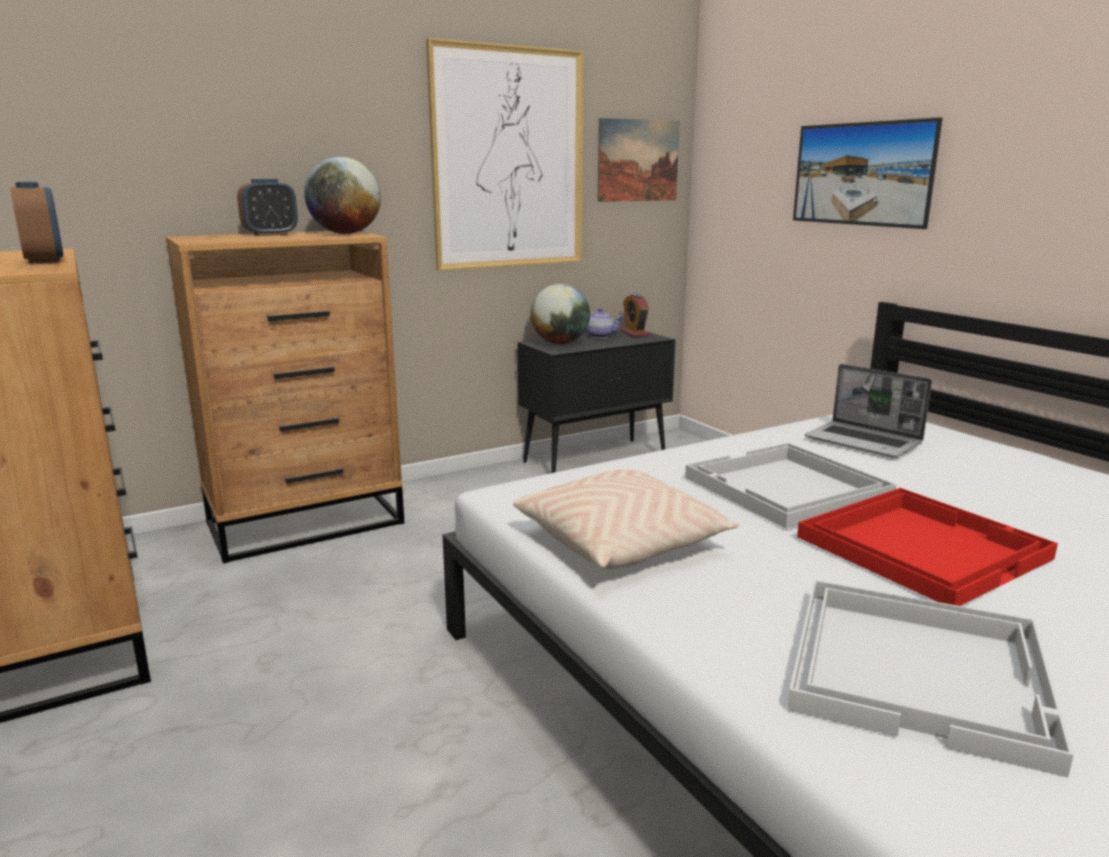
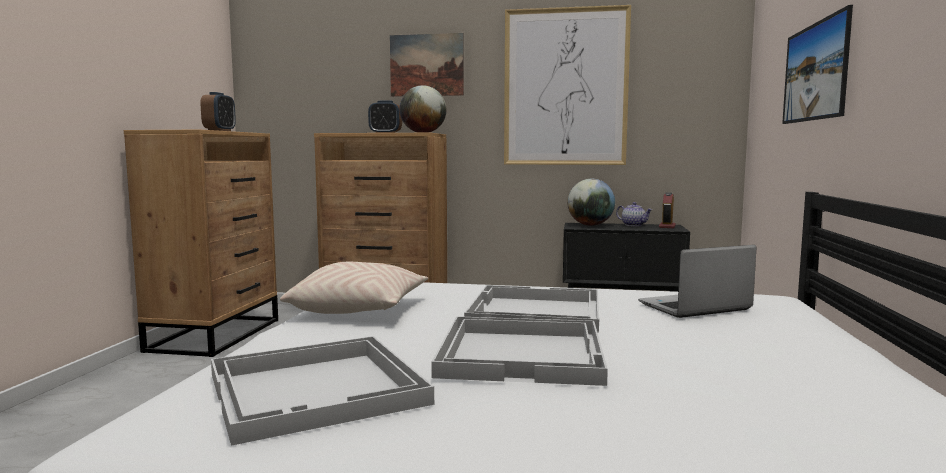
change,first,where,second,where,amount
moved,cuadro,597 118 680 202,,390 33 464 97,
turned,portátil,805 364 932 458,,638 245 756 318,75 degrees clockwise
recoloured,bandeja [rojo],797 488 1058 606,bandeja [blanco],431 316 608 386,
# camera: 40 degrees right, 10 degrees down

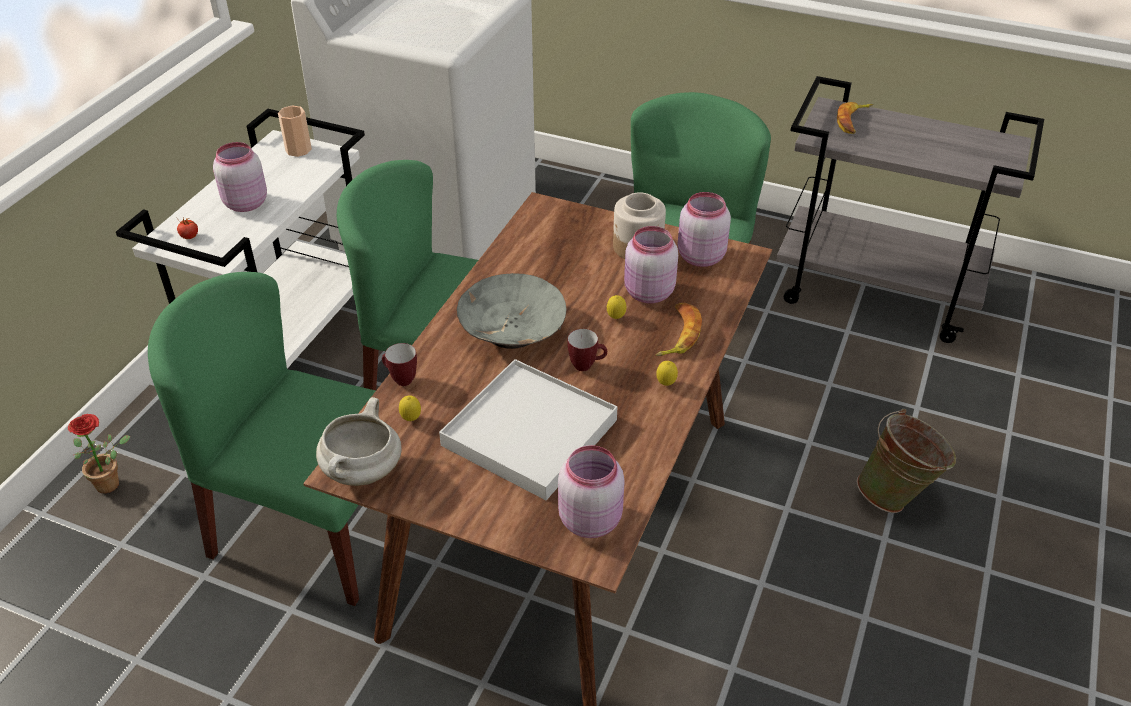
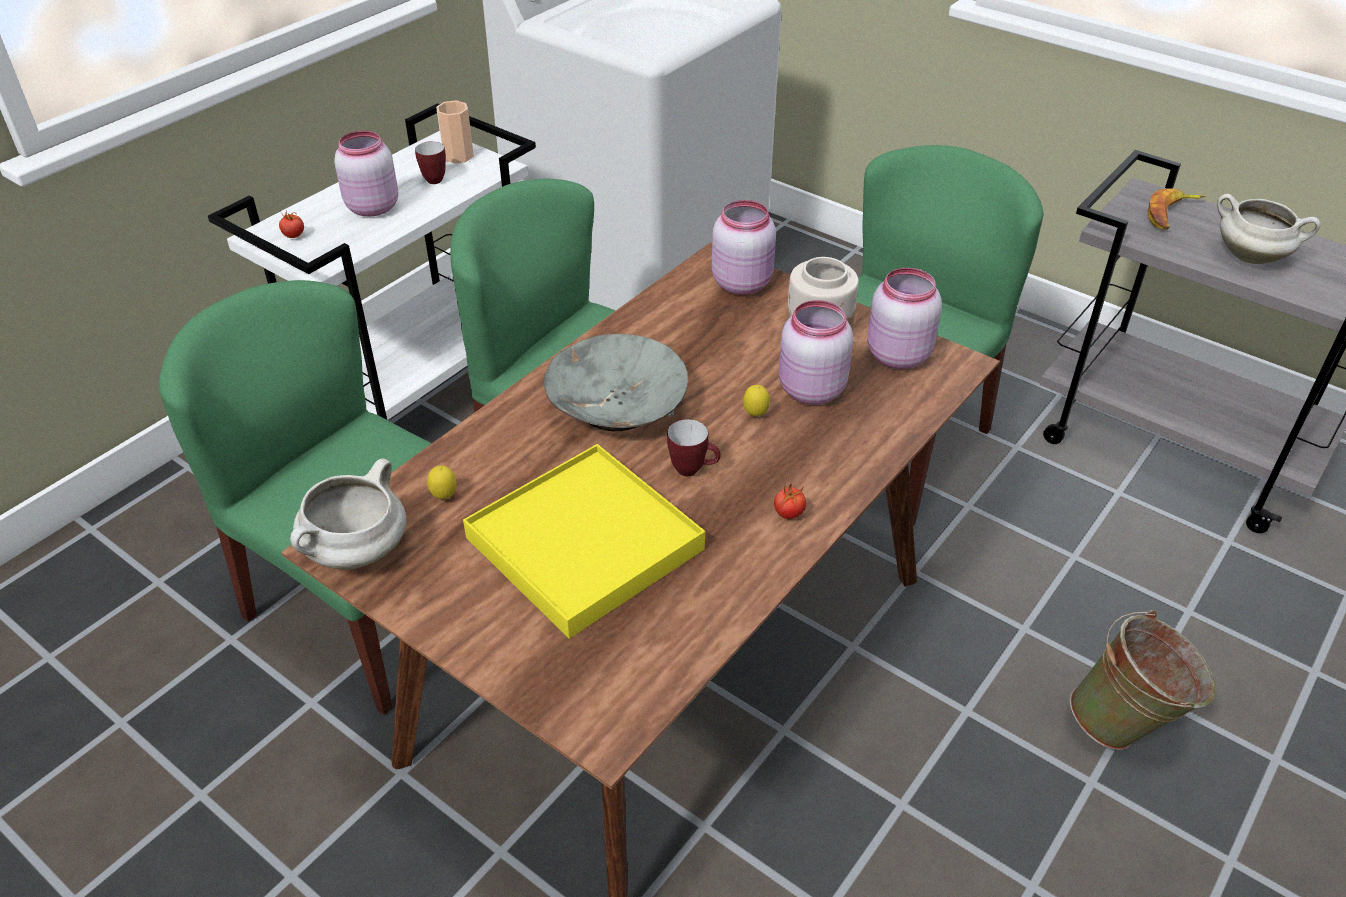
change,first,where,second,where,amount
removed,plátano,656 303 702 356,,,
moved,taza grande,382 343 417 386,,415 141 446 184,
recoloured,bandeja [blanco],439 359 617 500,bandeja [amarillo],463 444 705 639,
replaced,limón,656 361 678 386,tomate,774 482 806 519,
removed,planta en maceta,68 414 131 494,,,
moved,tarro [rosa],558 445 625 538,,712 200 776 295,
added,,,olla [blanco],1217 194 1320 264,
# camera: 15 degrees right, 0 degrees up

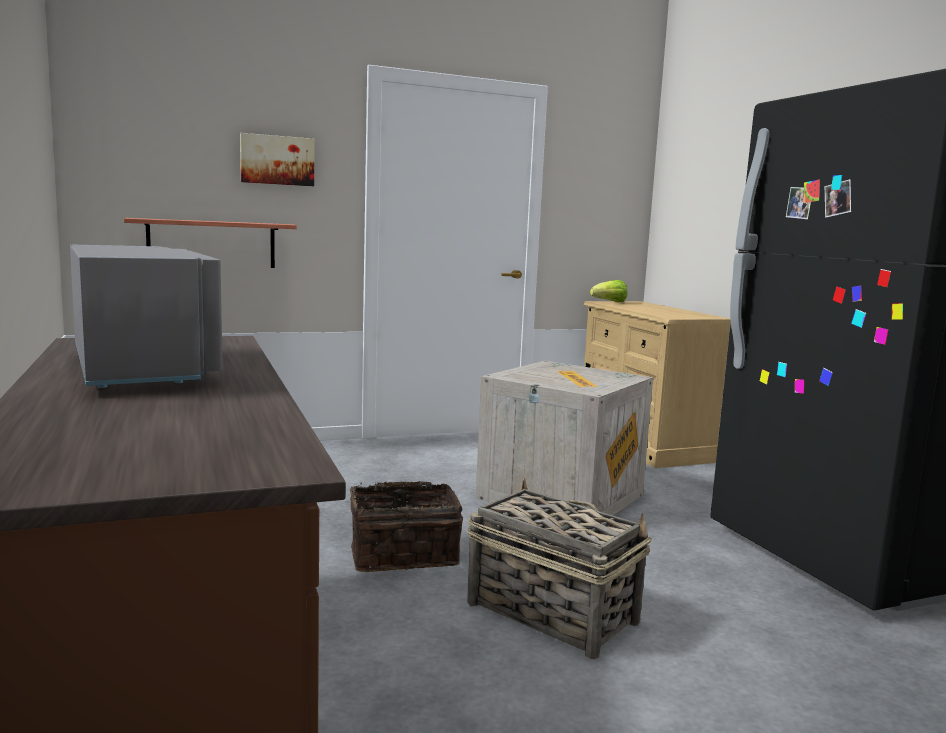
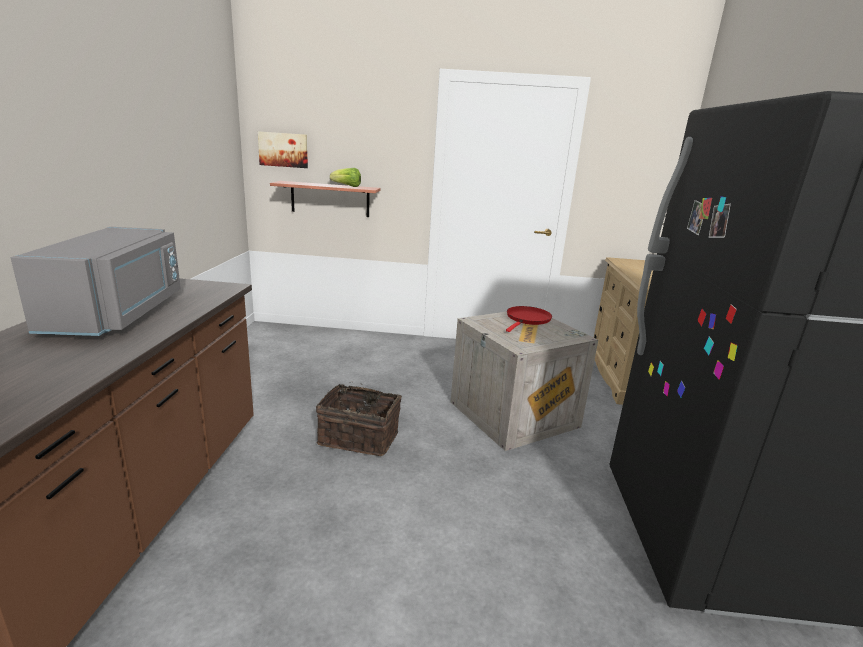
change,first,where,second,where,amount
moved,cuadro,240 133 314 186,,258 131 308 168,
moved,lechuga,590 280 628 302,,330 168 361 187,
removed,cesta,467 478 652 659,,,
added,,,sartén [rojo],506 306 552 332,
# camera: 25 degrees right, 10 degrees up

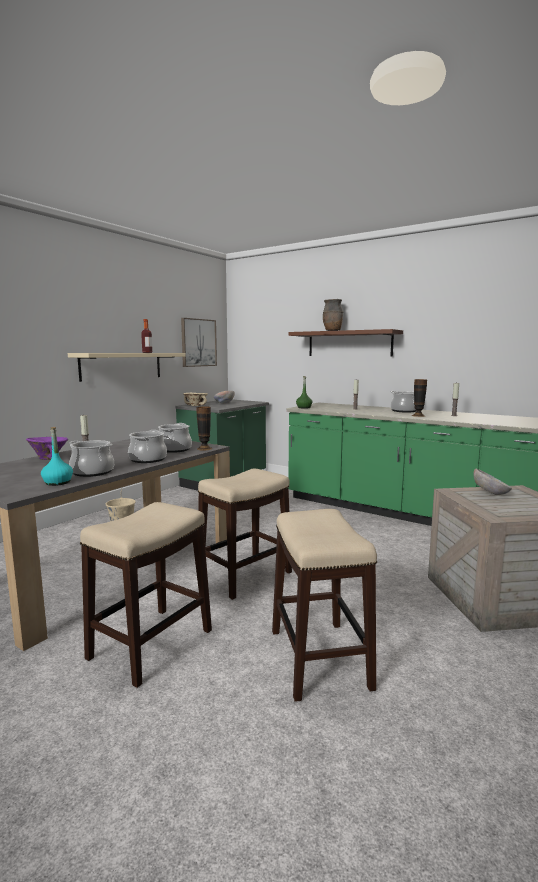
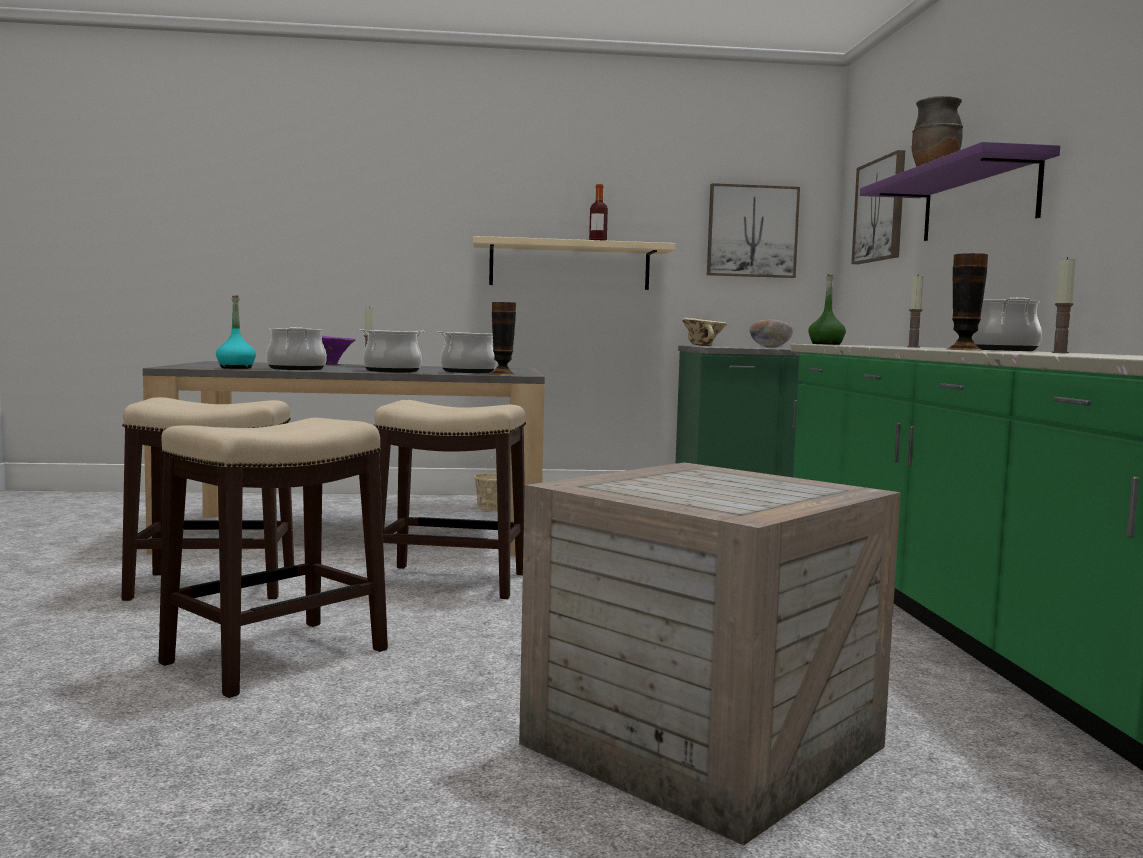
change,first,where,second,where,amount
recoloured,estante [marrón],288 329 403 357,estante [morado],860 142 1060 241,
removed,cuenco,473 469 512 495,,,
added,,,cuadro,851 150 905 264,
# camera: 50 degrees right, 5 degrees down

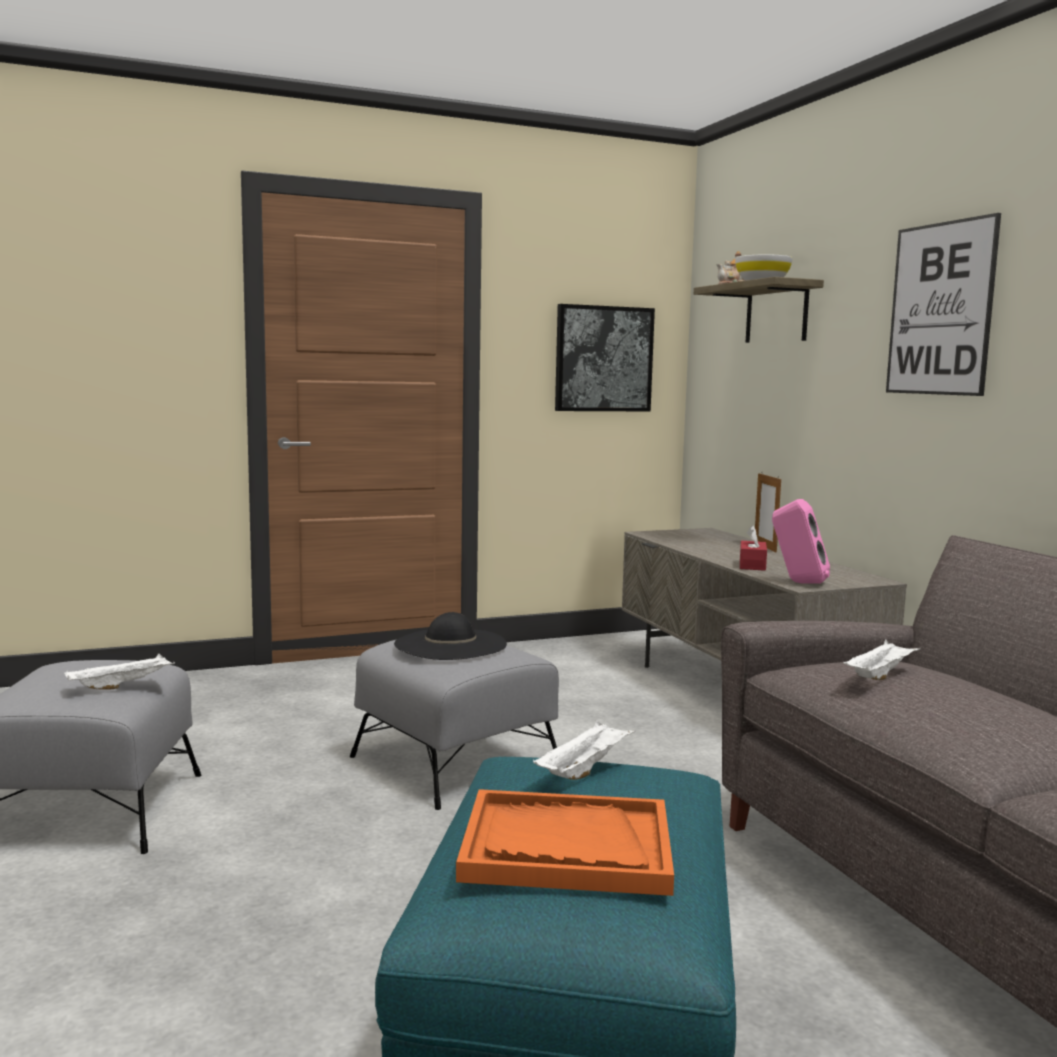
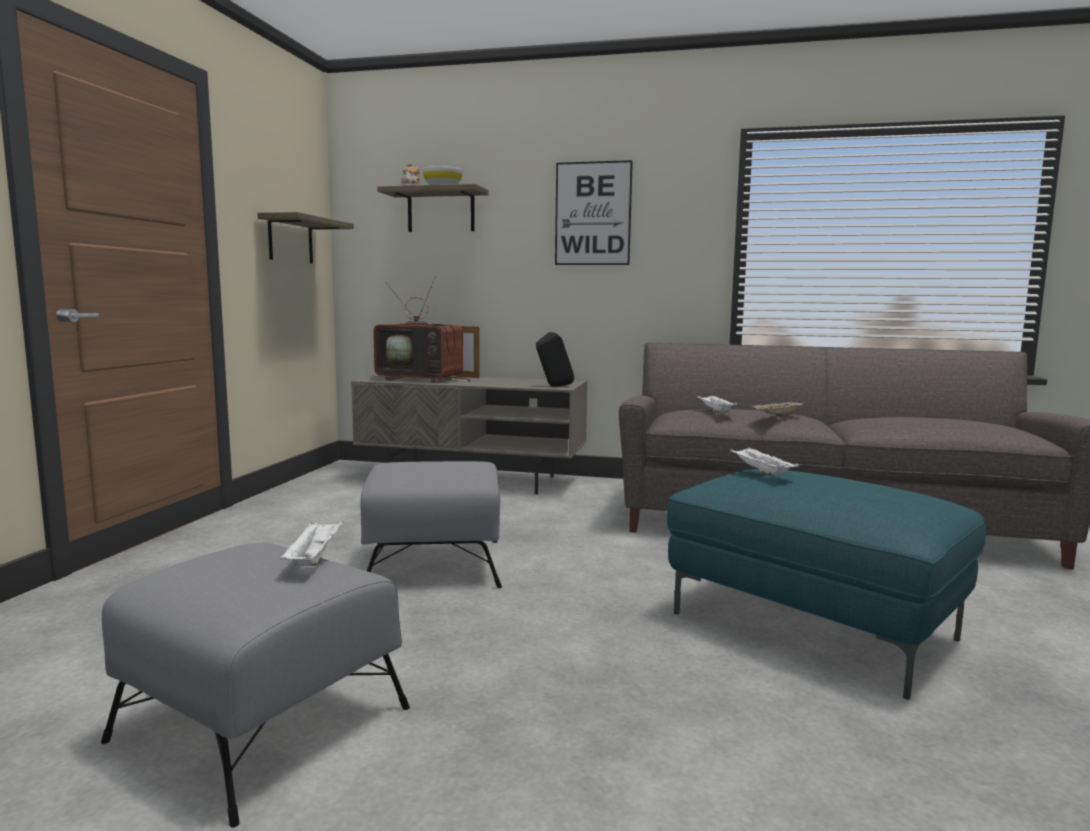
change,first,where,second,where,amount
replaced,cuadro,555 304 655 411,estante,257 212 354 263,
recoloured,altavoz [rosa],772 499 830 584,altavoz [negro],536 332 574 387,
removed,caja de pañuelos [rojo],740 525 767 571,,,
removed,sombrero [negro],394 612 507 660,,,
removed,bandeja [naranja],456 789 674 896,,,
added,,,televisor,373 277 471 383,
added,,,bandeja [beis],752 400 803 417,
# camera: 55 degrees left, 0 degrees up

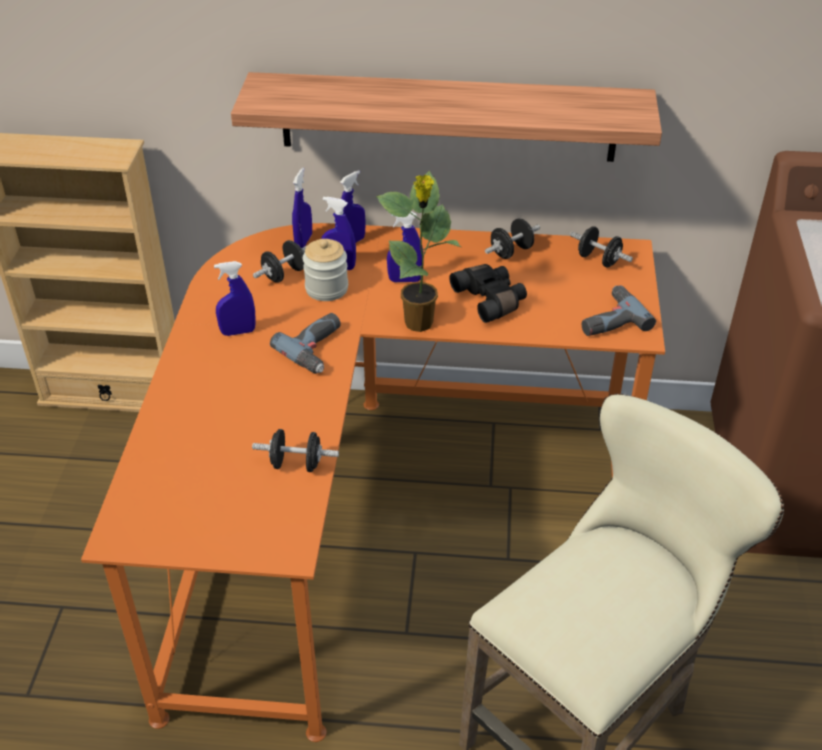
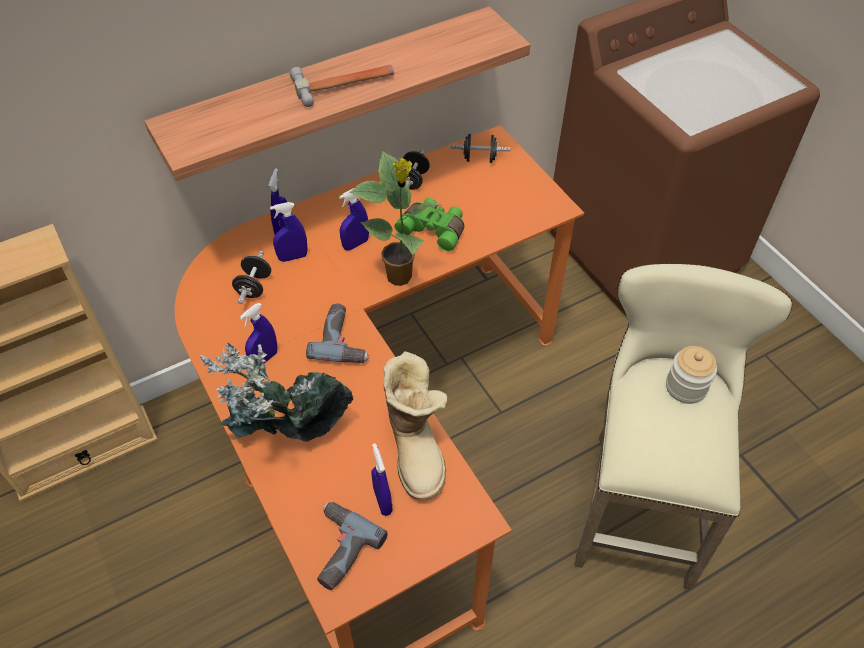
change,first,where,second,where,amount
moved,pulverizador [azul],292 167 312 248,,371 443 393 516,
moved,tarro,303 239 348 301,,666 346 717 404,
recoloured,prismáticos [negro],449 264 527 323,prismáticos [verde],394 198 464 252,
moved,taladro,582 285 656 336,,317 502 388 590,
replaced,mancuerna [negro],252 429 339 472,bota,383 351 447 500,
added,,,martillo,290 65 394 107,
added,,,planta en maceta,199 343 353 442,
# camera: 35 degrees left, 10 degrees up

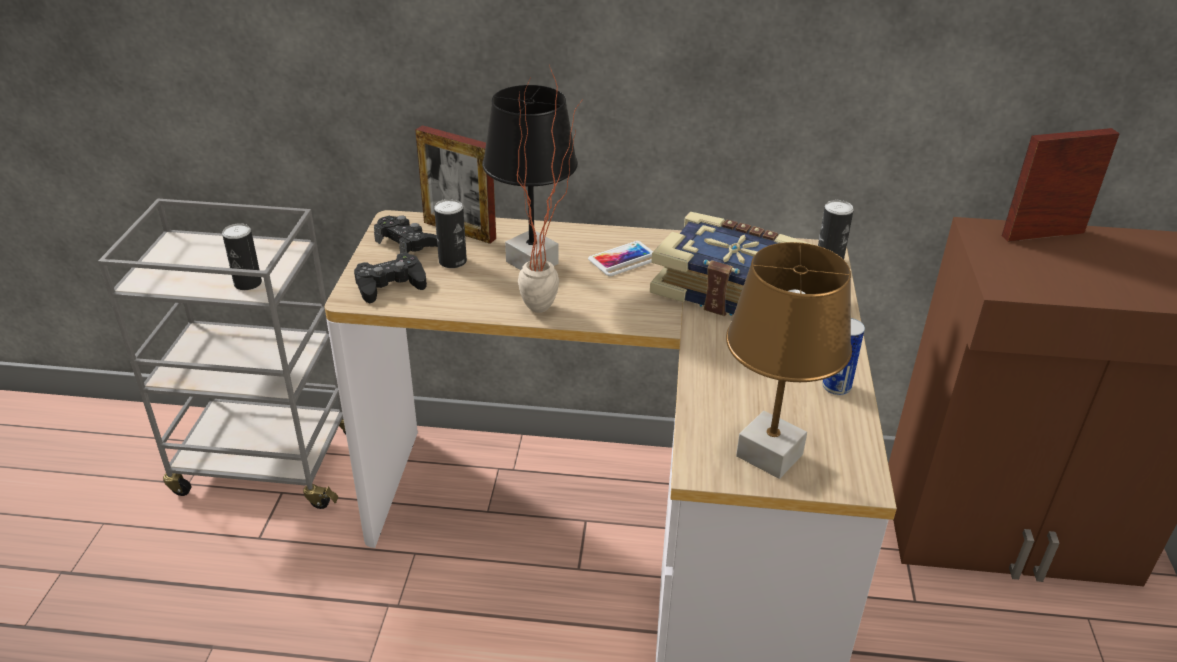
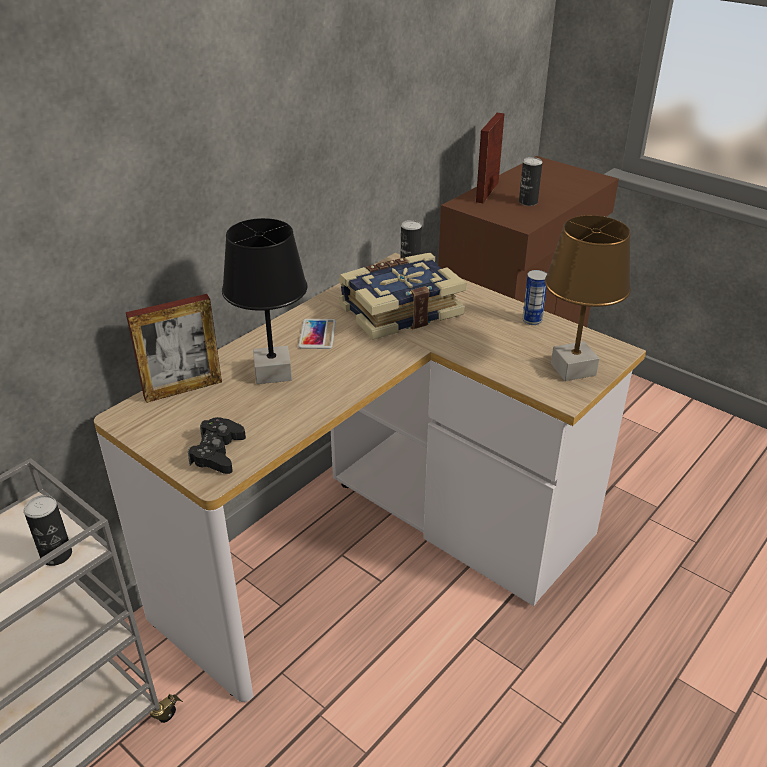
change,first,where,second,where,amount
removed,planta en maceta,517 65 584 313,,,
moved,lata,434 199 467 268,,519 157 542 206,
removed,mando de consola [negro],374 216 438 254,,,
# camera: 55 degrees left, 0 degrees up

